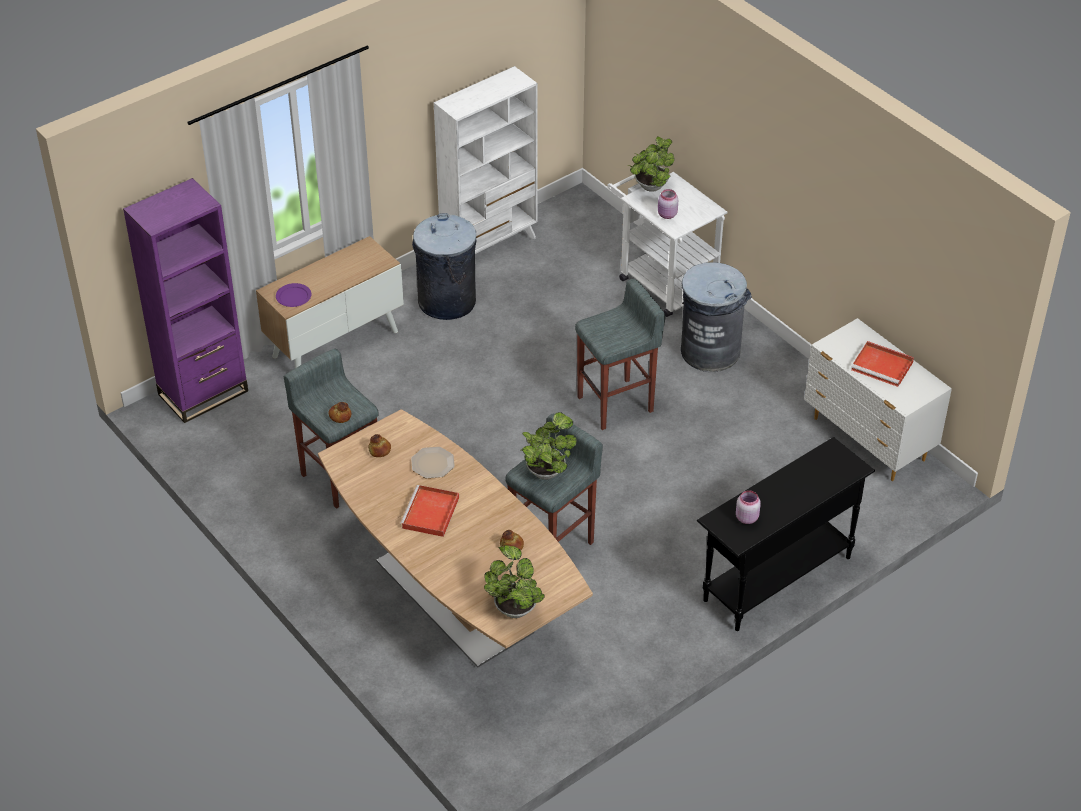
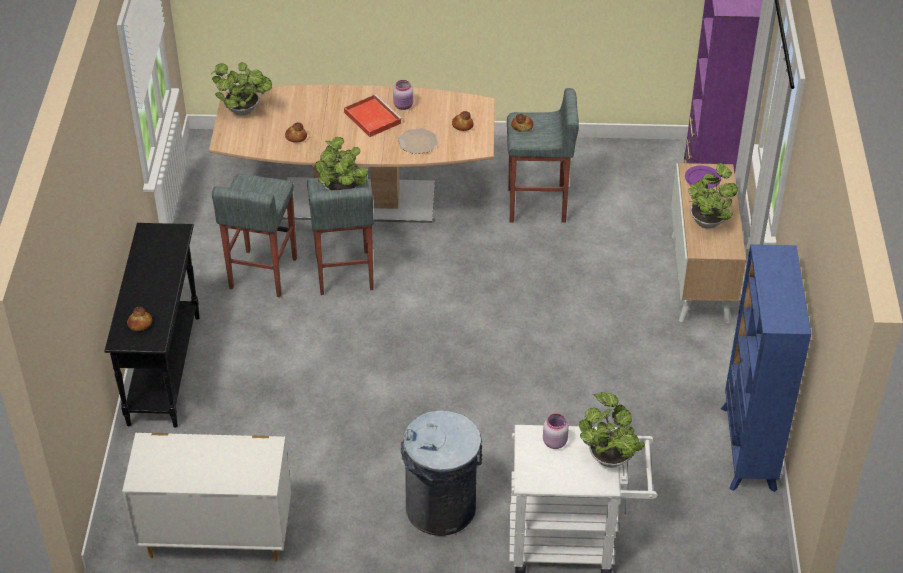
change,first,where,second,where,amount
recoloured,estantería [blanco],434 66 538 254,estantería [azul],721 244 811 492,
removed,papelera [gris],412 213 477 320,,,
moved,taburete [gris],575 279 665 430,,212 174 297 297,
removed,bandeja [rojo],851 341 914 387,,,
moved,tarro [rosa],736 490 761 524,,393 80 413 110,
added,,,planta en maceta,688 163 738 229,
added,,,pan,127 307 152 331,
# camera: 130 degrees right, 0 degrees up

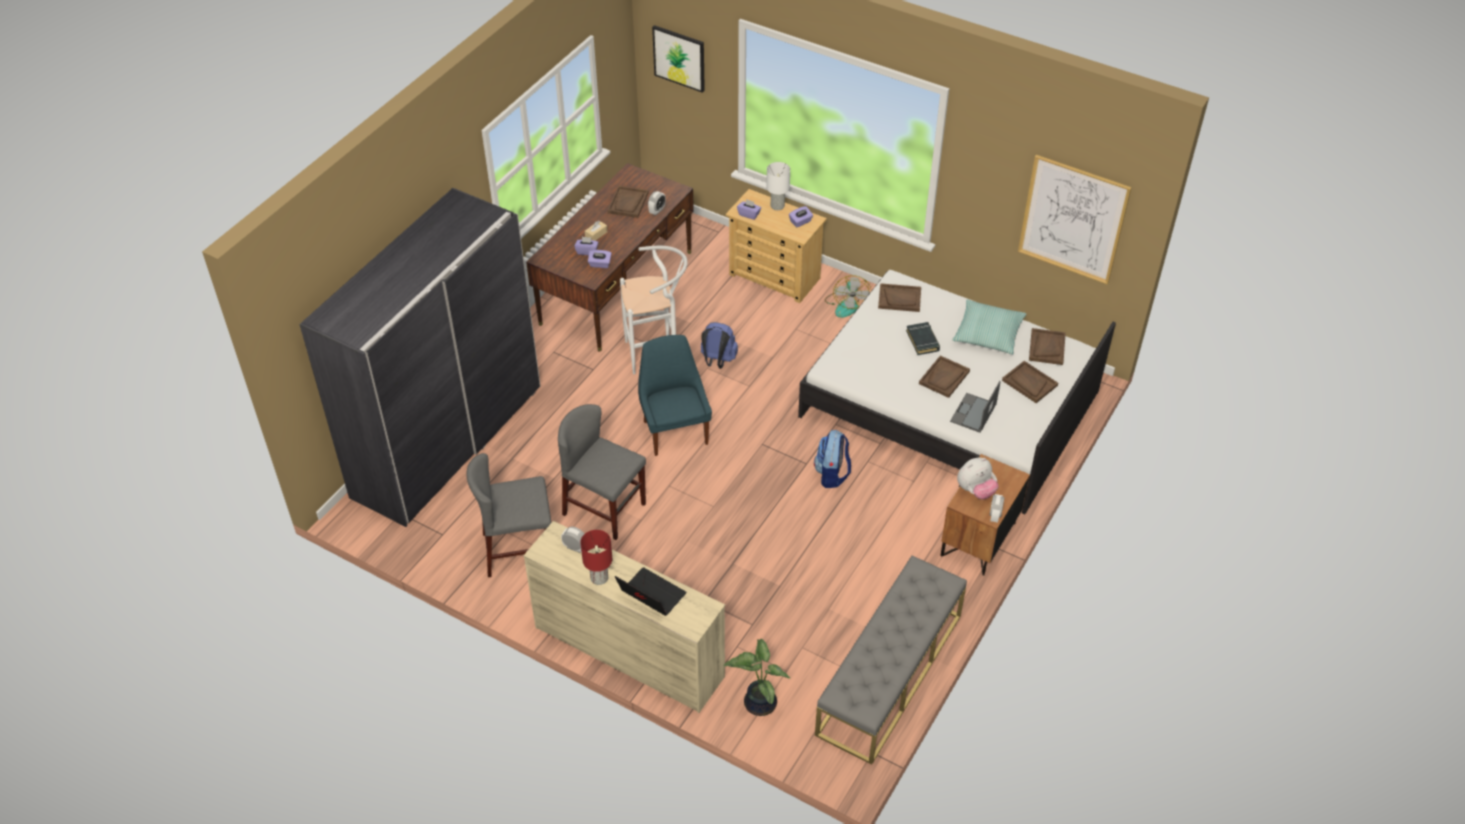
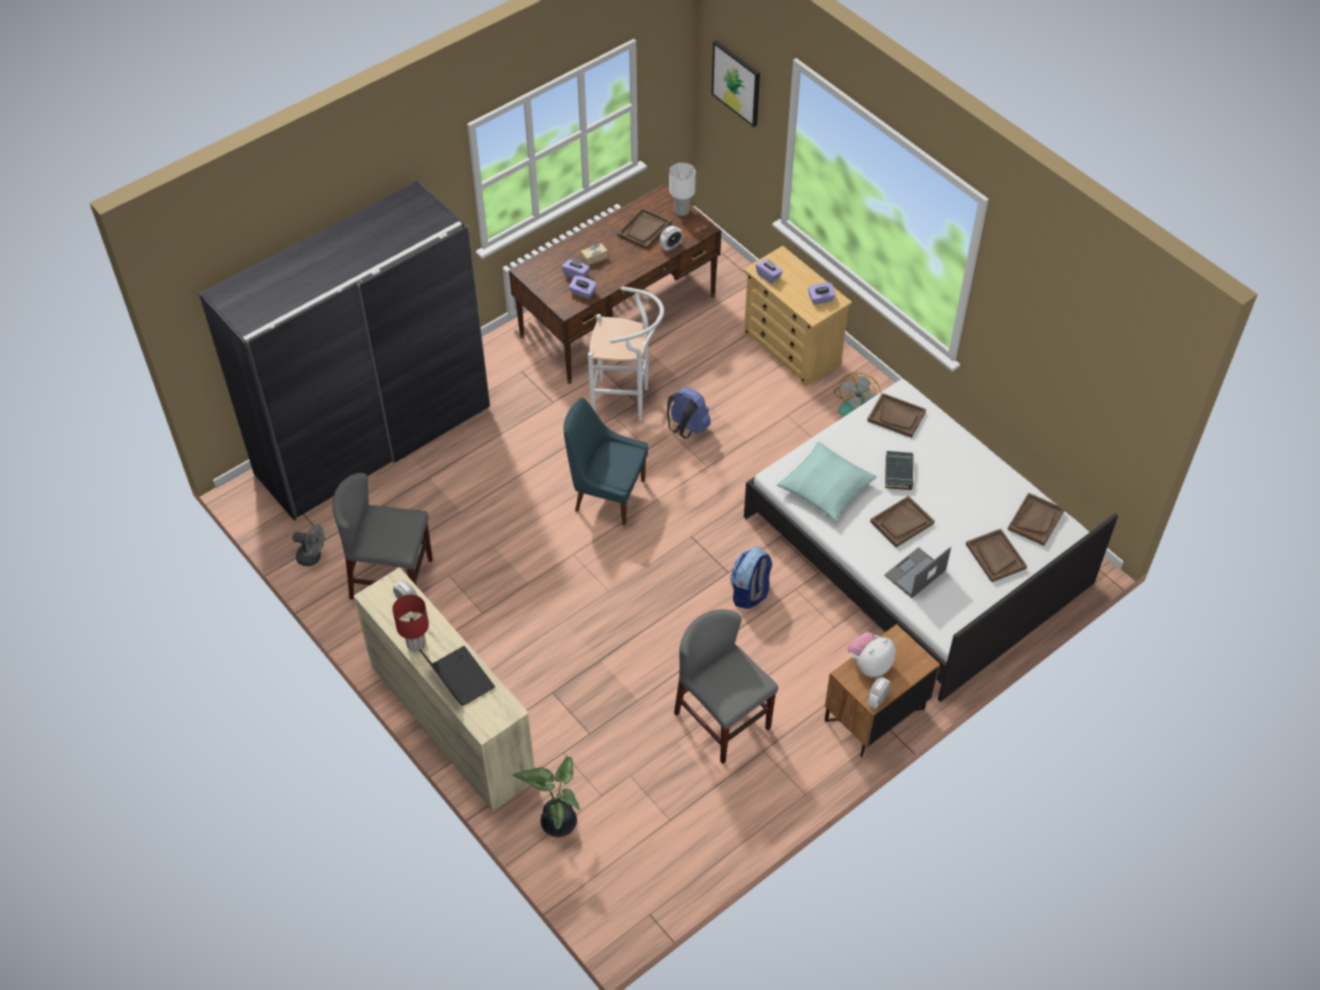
change,first,where,second,where,amount
removed,cuadro,1018 155 1132 284,,,
moved,lámpara de mesa [blanco],766 162 790 210,,669 163 696 216,
moved,cojín,952 299 1026 354,,777 441 877 521,
turned,silla [azul],638 335 712 456,,564 398 648 525,75 degrees counterclockwise
moved,silla [gris],558 404 646 540,,674 609 778 764,
turned,peluche,957 458 999 499,,848 632 896 677,150 degrees clockwise
removed,banco [gris],815 555 967 765,,,
added,,,ventilador [gris],292 524 325 566,
# camera: 20 degrees right, 5 degrees up

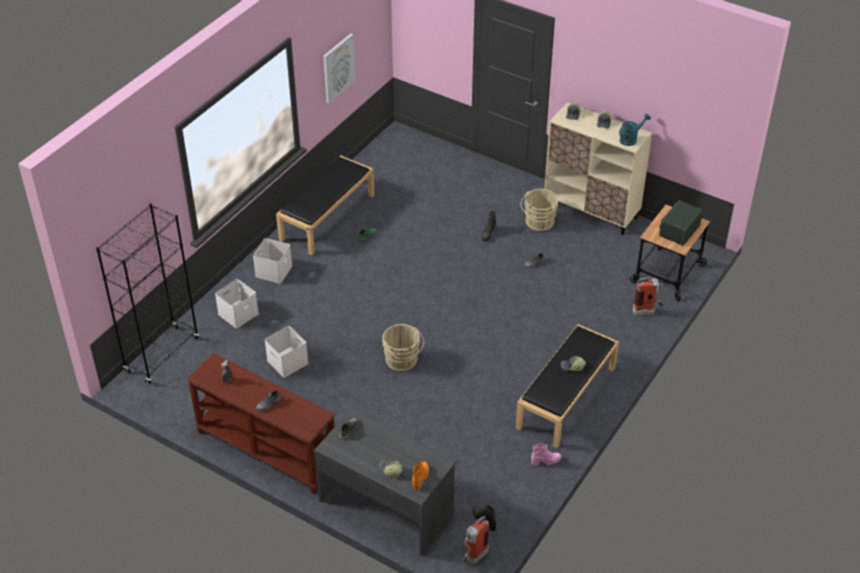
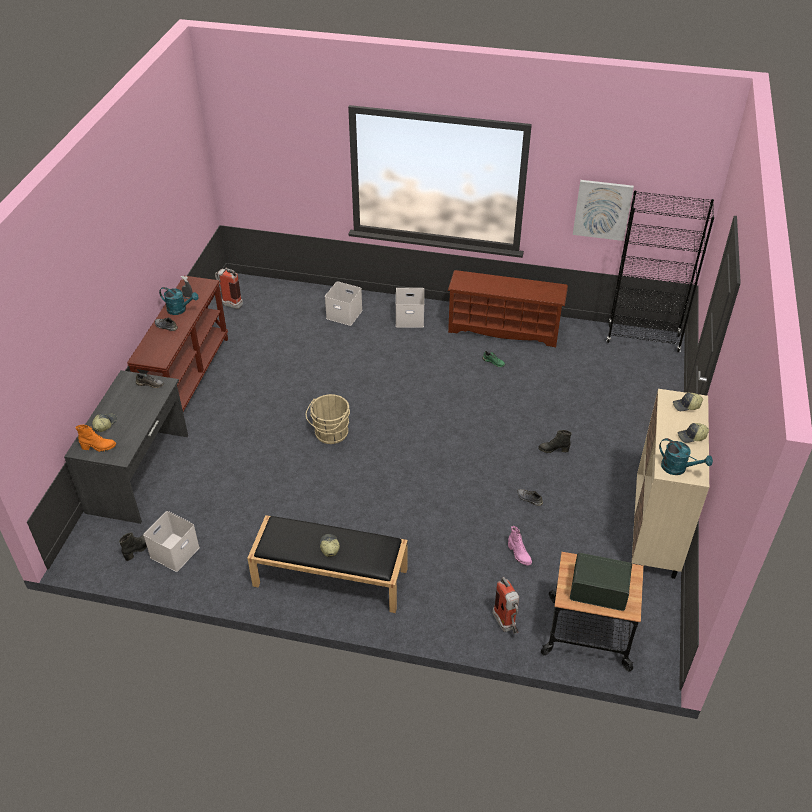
change,first,where,second,where,amount
replaced,banco [negro],276 155 375 255,zapatero [marrón],448 270 568 347,
removed,cubo [beis],520 189 558 231,,,
moved,estantería [negro],96 203 199 384,,606 190 714 352,
moved,caja de almacenaje [blanco],265 326 308 377,,143 511 200 572,
moved,bota [rosa],531 443 561 465,,508 526 532 566,
moved,extintor,461 516 489 564,,215 268 243 309,
added,,,regadera [turquesa],159 287 199 315,
# camera: 70 degrees right, 0 degrees up

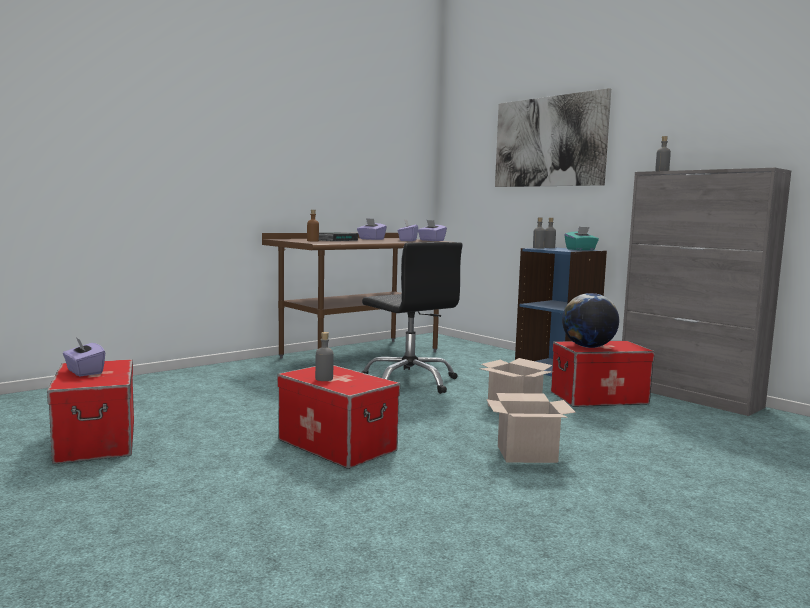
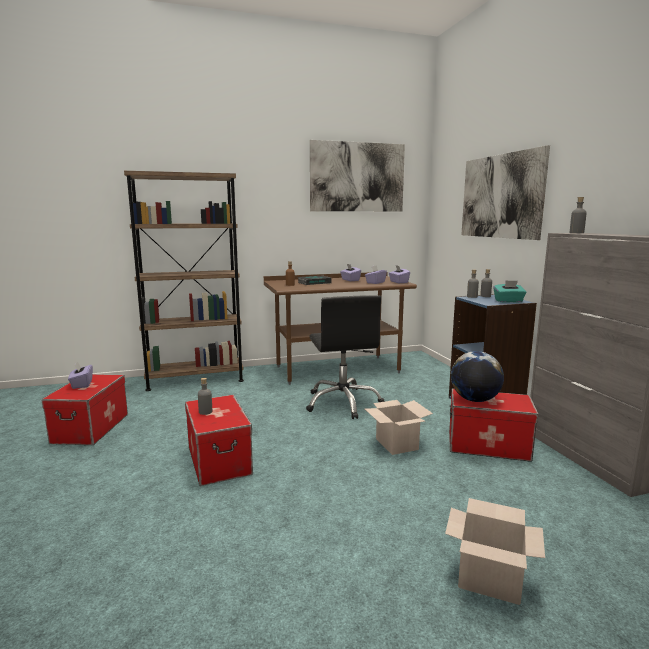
change,first,where,second,where,amount
moved,caja de cartón,486 393 576 463,,445 498 545 605,
added,,,cuadro,310 140 405 211,
added,,,estantería [marrón],124 171 244 391,
# camera: 25 degrees right, 5 degrees up

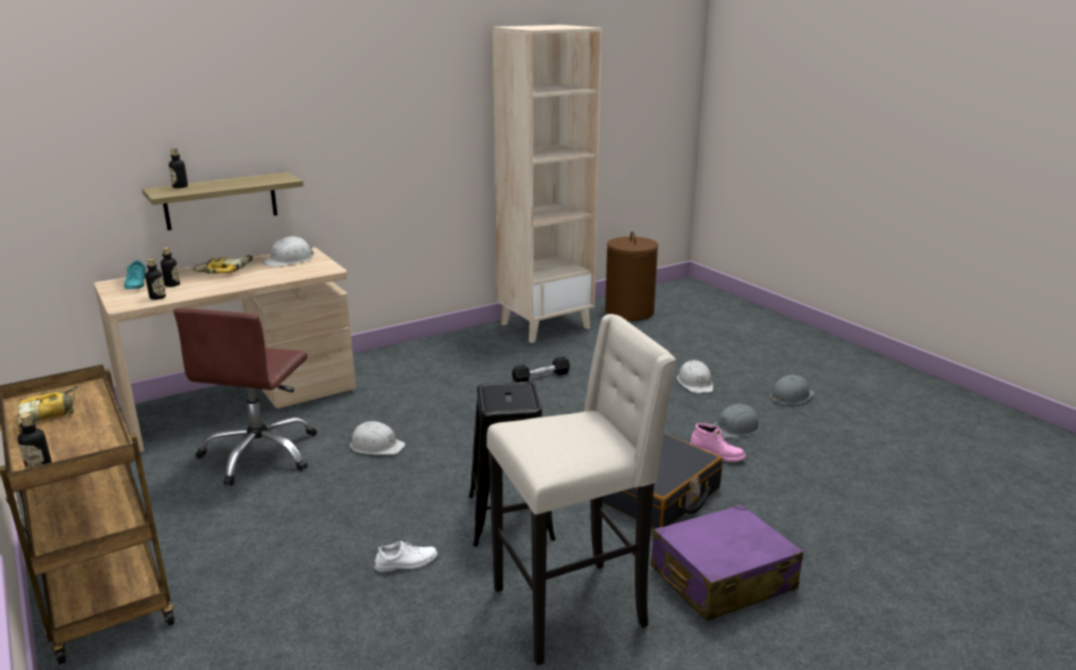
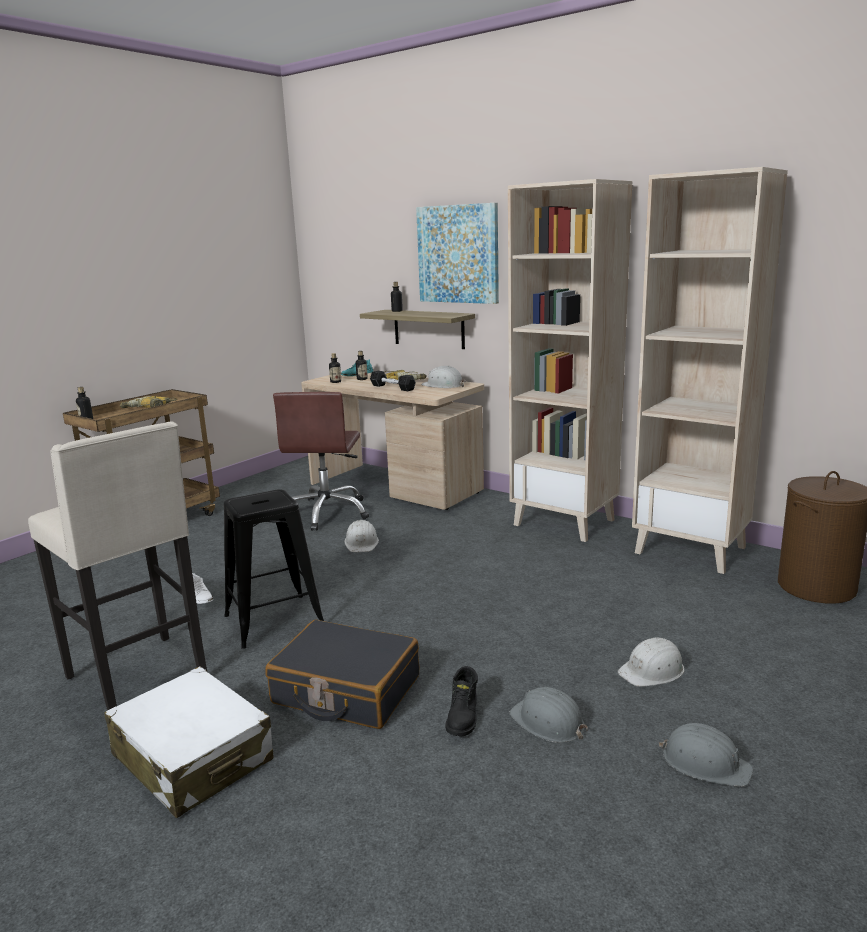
change,first,where,second,where,amount
turned,silla de oficina [marrón],173 308 317 486,,273 392 369 531,75 degrees counterclockwise
moved,mancuerna [negro],512 356 570 382,,370 371 416 391,
recoloured,bota [rosa],690 423 746 462,bota [negro],446 666 478 736,
recoloured,maleta [morado],651 504 804 621,maleta [blanco],104 666 274 818,
added,,,estantería [beis],508 179 632 542,
added,,,cuadro,416 203 499 304,
# camera: 70 degrees right, 5 degrees down

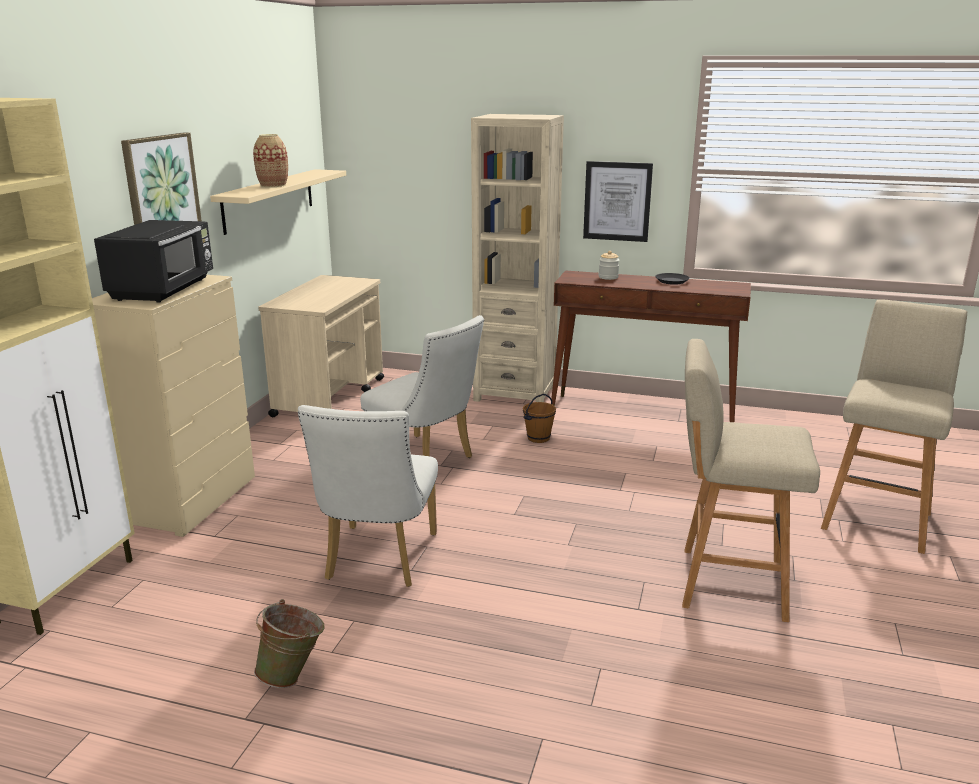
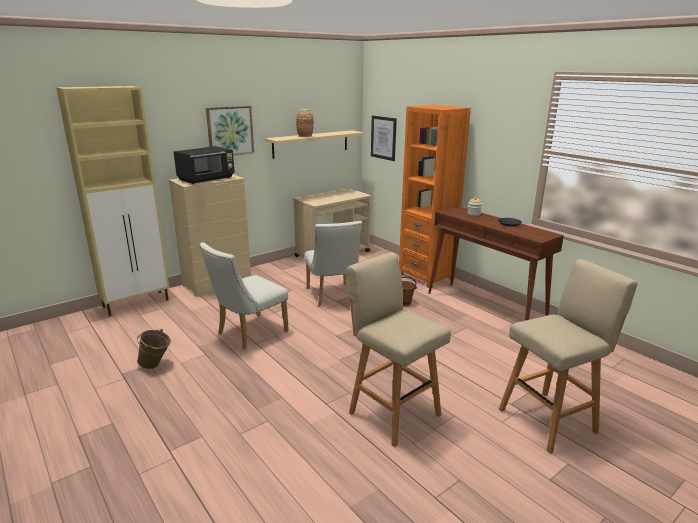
change,first,where,second,where,amount
recoloured,estantería [beis],471 114 564 402,estantería [naranja],399 105 471 288,
moved,cuadro,583 161 653 242,,371 116 397 161,
# camera: 35 degrees right, 0 degrees up

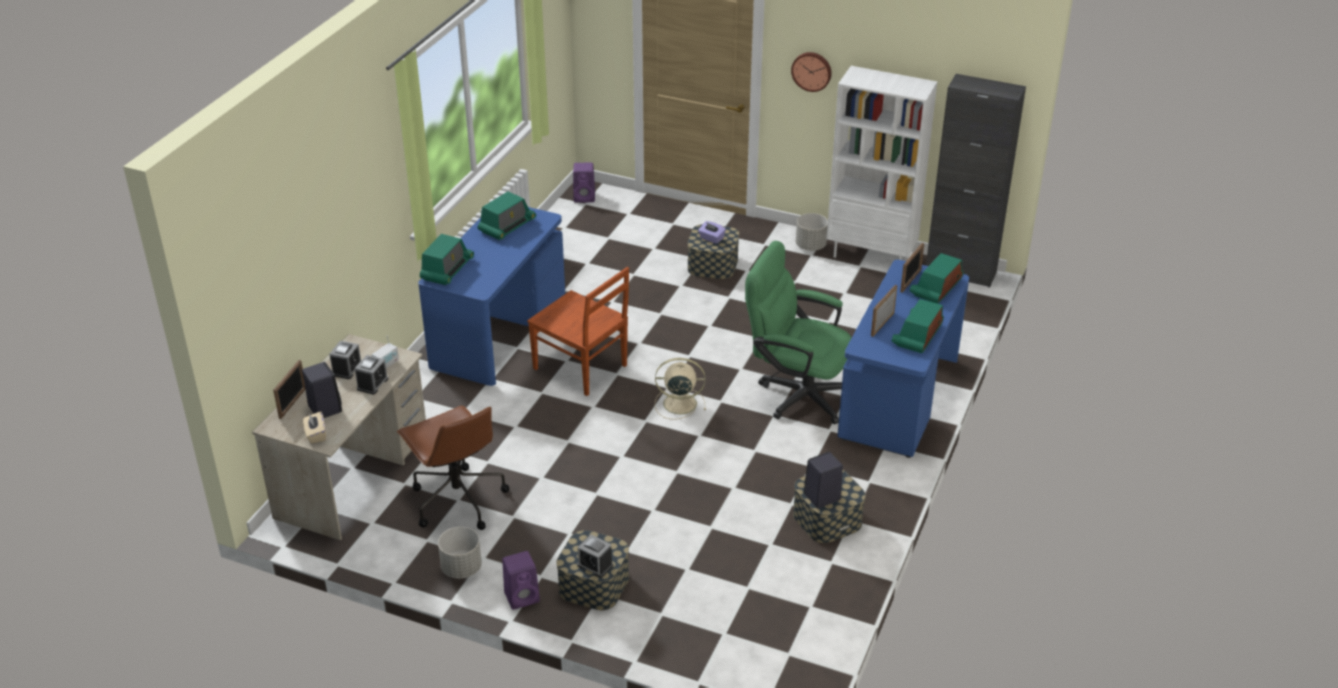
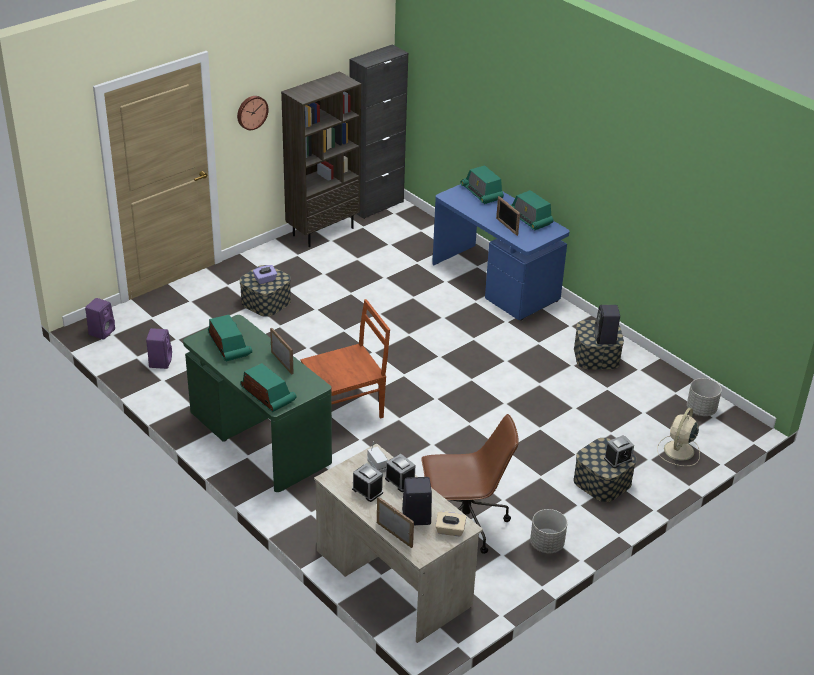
change,first,where,second,where,amount
recoloured,estantería [blanco],827 66 938 260,estantería [marrón],281 71 361 247,
recoloured,escritorio [azul],418 207 565 386,escritorio [verde],183 315 332 492,
moved,maceta [gris],796 213 828 251,,687 378 722 416,
removed,silla de oficina [verde],745 241 852 424,,,
moved,portarretratos,900 243 924 293,,270 328 293 374,
moved,ventilador [beis],655 358 706 419,,657 407 700 466,
moved,altavoz [morado],502 551 540 610,,146 328 172 369,
# camera: 65 degrees left, 0 degrees up

